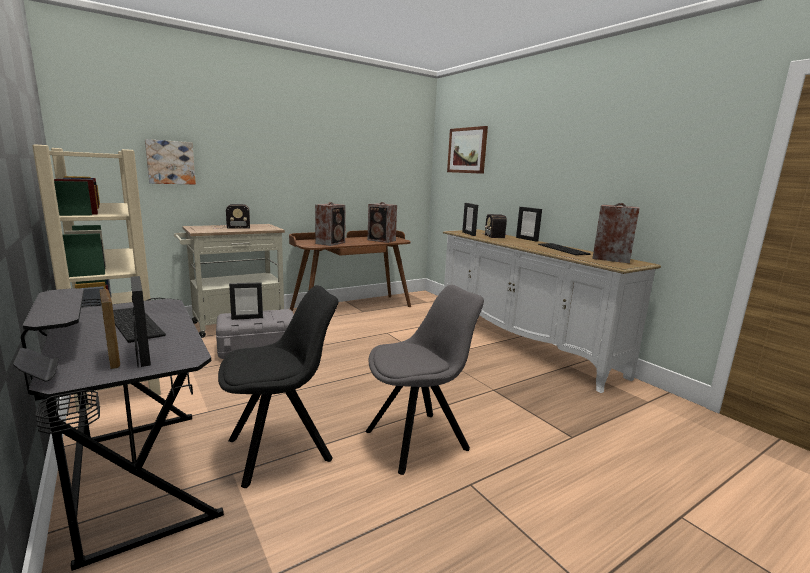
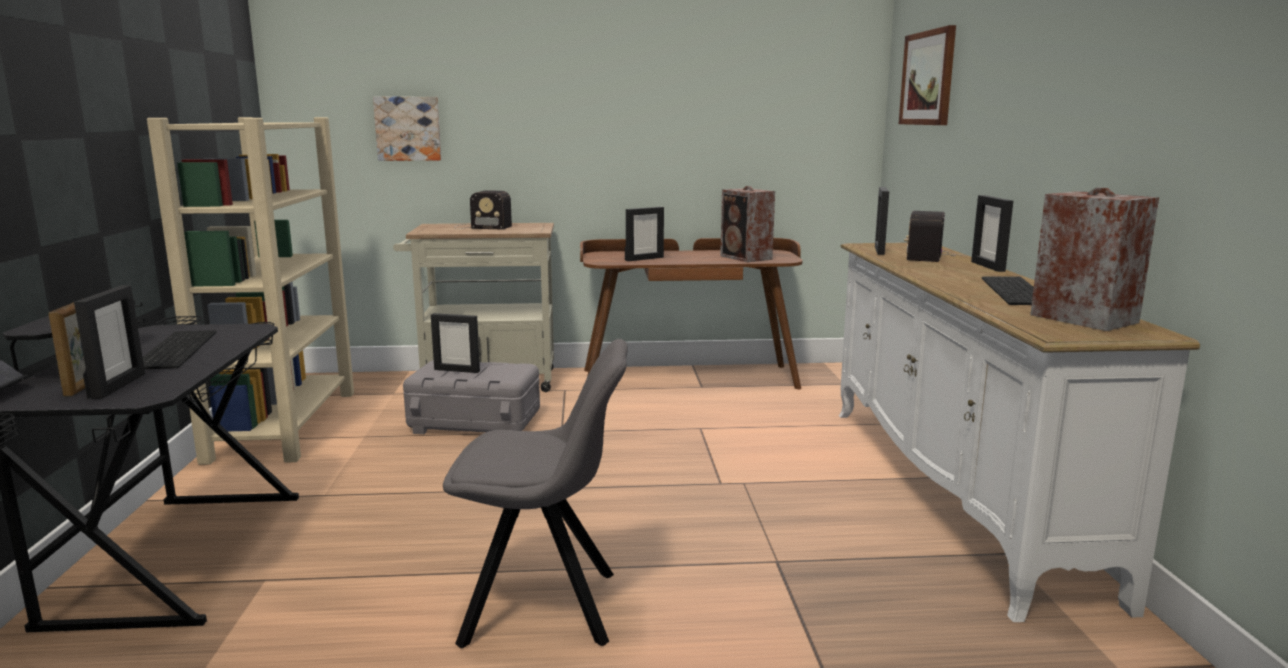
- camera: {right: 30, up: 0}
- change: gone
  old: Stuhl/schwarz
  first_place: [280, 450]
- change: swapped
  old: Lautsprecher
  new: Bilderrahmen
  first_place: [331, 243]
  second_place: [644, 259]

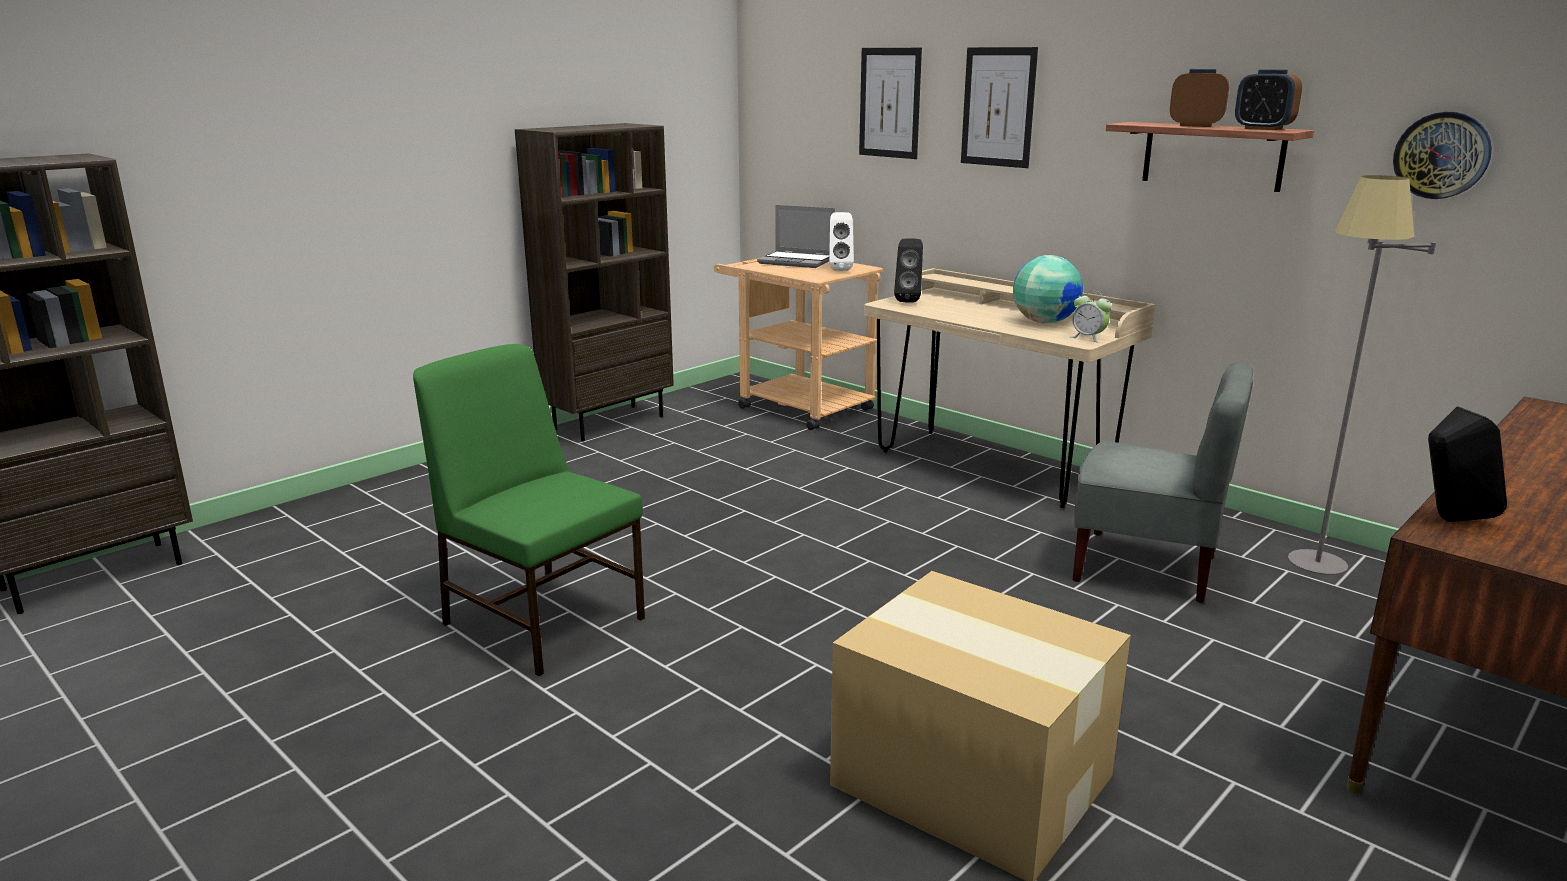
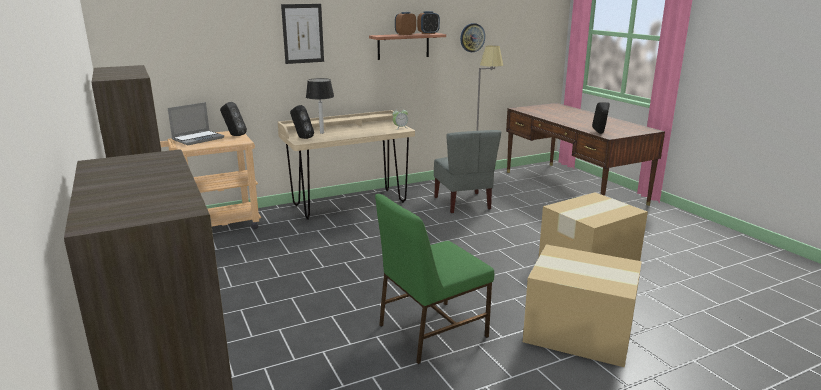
- camera: {right: -70, up: 0}
- change: repainted
  old: Lautsprecher/weiß
  new: Lautsprecher/schwarz
  first_place: [840, 270]
  second_place: [234, 135]
- change: gone
  old: Bild
  first_place: [890, 103]
- change: gone
  old: Globus
  first_place: [1044, 322]
- change: rotated
  old: Stuhl/grau
  first_place: [1146, 568]
  second_place: [463, 203]
  degrees: 120
- change: new
  new: Tischlampe
  second_place: [322, 133]
- change: new
  new: Karton
  second_place: [580, 333]

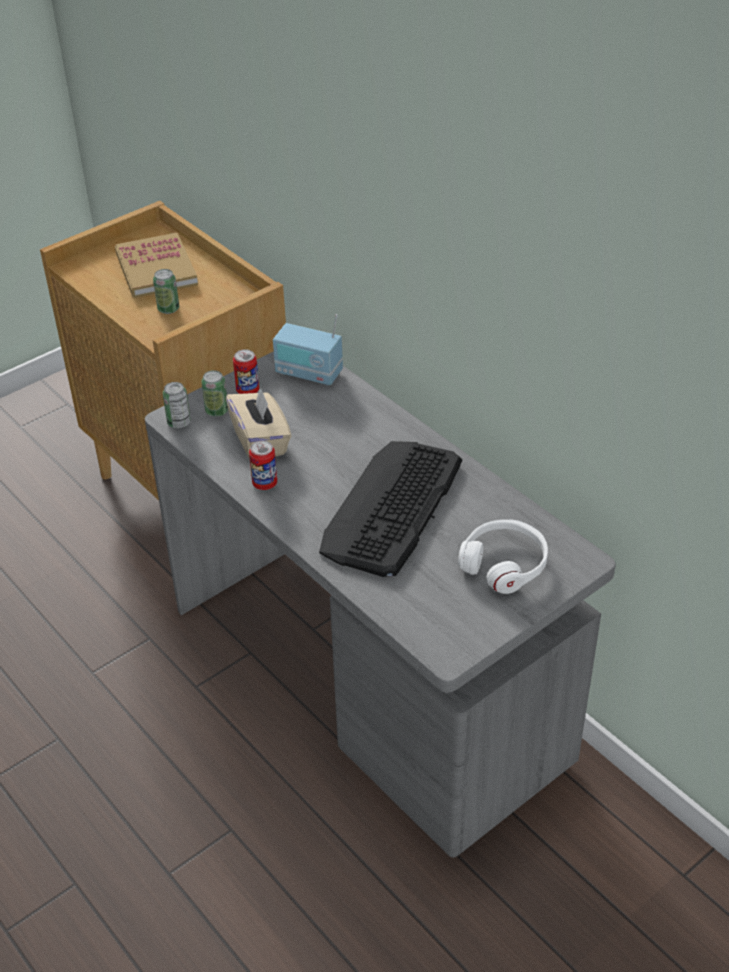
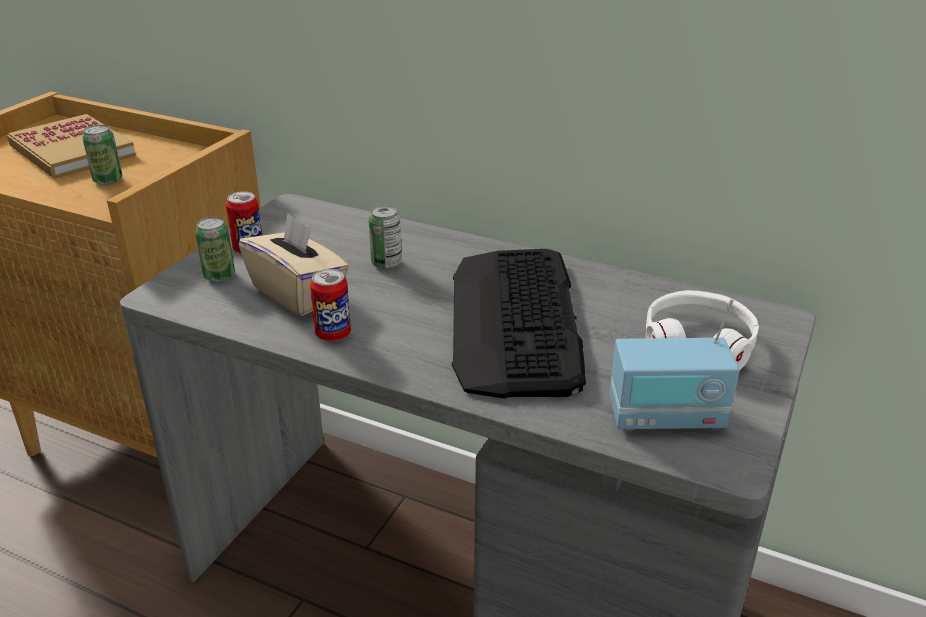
- camera: {right: -25, up: -10}
- change: shifted
  old: Dose
  first_place: [179, 423]
  second_place: [386, 263]
- change: shifted
  old: Radio
  first_place: [308, 373]
  second_place: [666, 417]

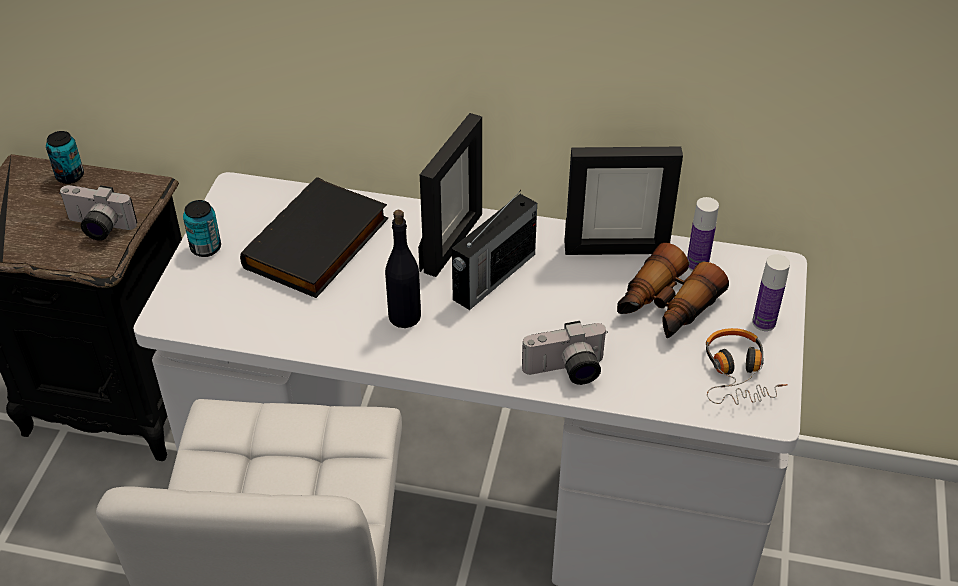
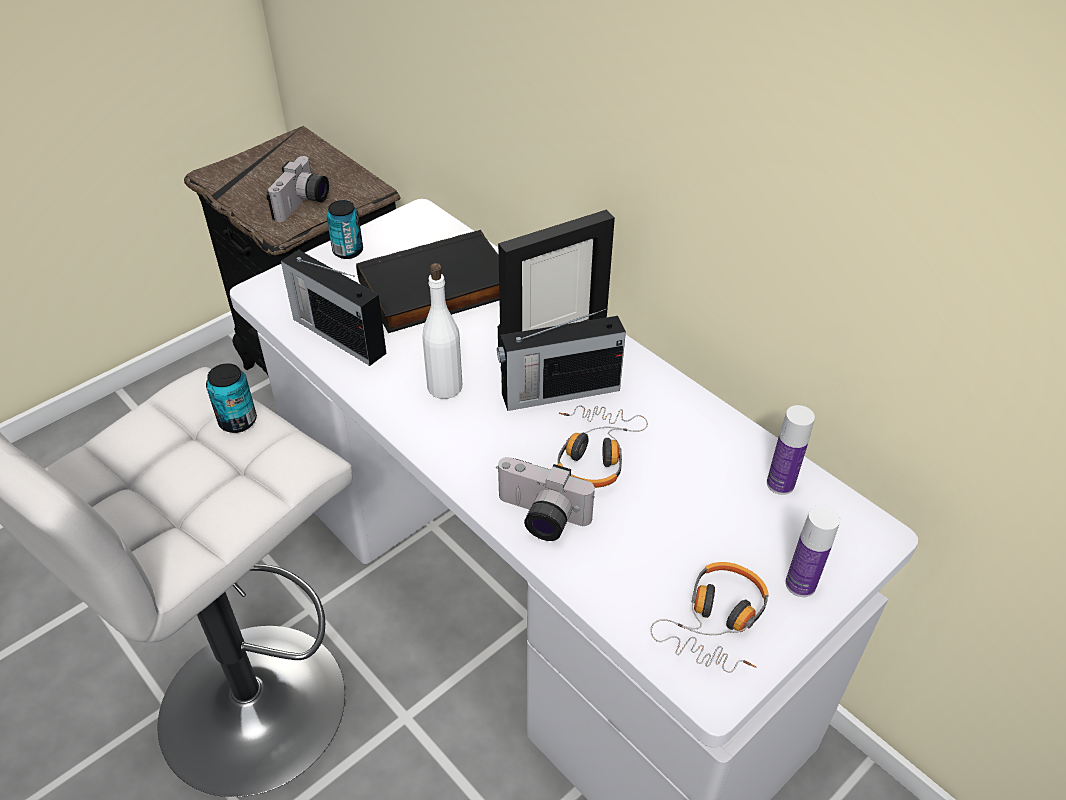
- camera: {right: 35, up: 0}
- change: shifted
  old: Dose
  first_place: [70, 176]
  second_place: [238, 421]
- change: rotated
  old: Kamera
  first_place: [98, 228]
  second_place: [303, 204]
  degrees: -120
- change: repainted
  old: Flasche/schwarz
  new: Flasche/weiß
  first_place: [404, 316]
  second_place: [445, 386]
- change: gone
  old: Bilderrahmen
  first_place: [616, 248]
- change: gone
  old: Fernglas
  first_place: [665, 307]
- change: new
  new: Radio
  second_place: [337, 334]
- change: new
  new: Kopfhörer
  second_place: [595, 453]

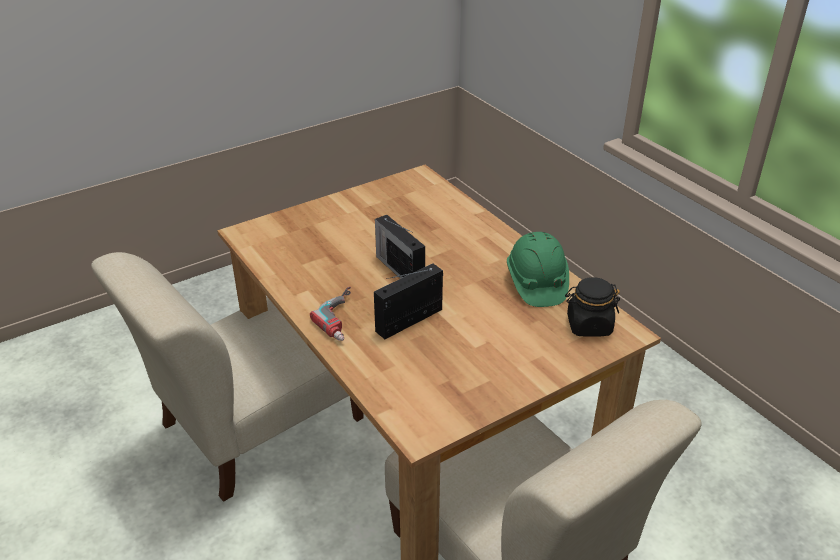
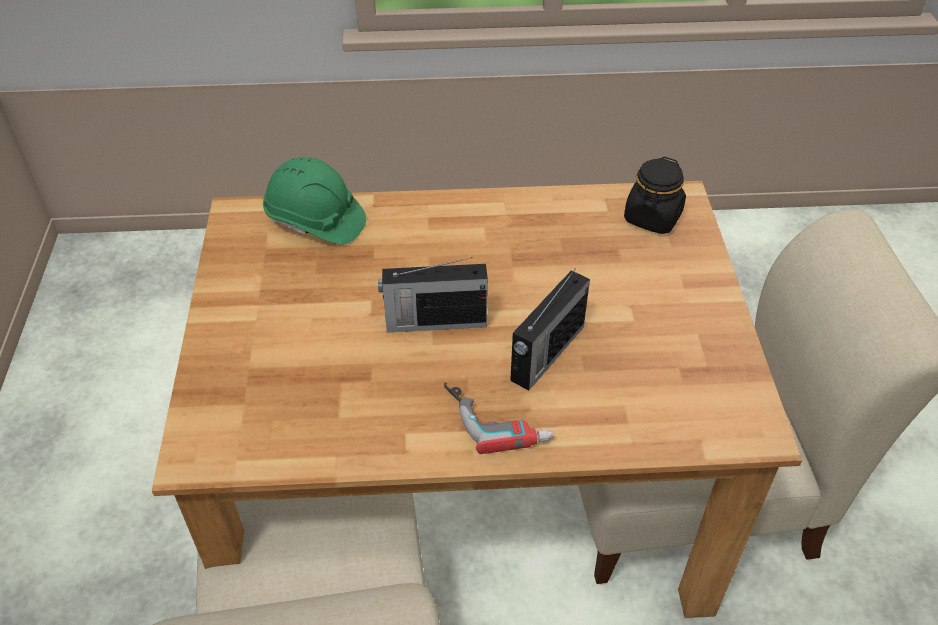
- camera: {right: -60, up: 10}
- change: rotated
  old: Radio
  first_place: [410, 320]
  second_place: [546, 354]
  degrees: -135
- change: shifted
  old: Schutzhelm/grün
  first_place: [536, 283]
  second_place: [315, 221]

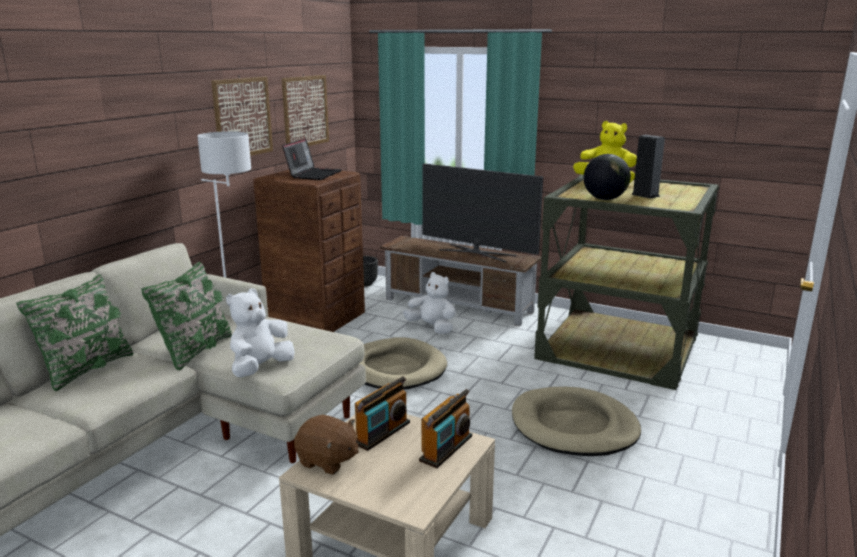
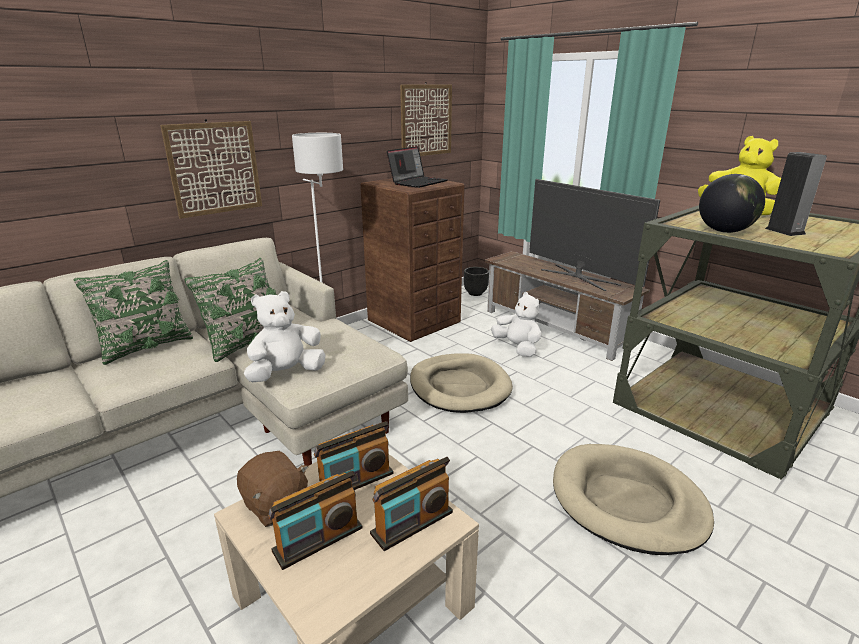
- camera: {right: 20, up: 5}
- change: shifted
  old: Bild
  first_place: [242, 116]
  second_place: [214, 167]
- change: new
  new: Radio
  second_place: [318, 539]

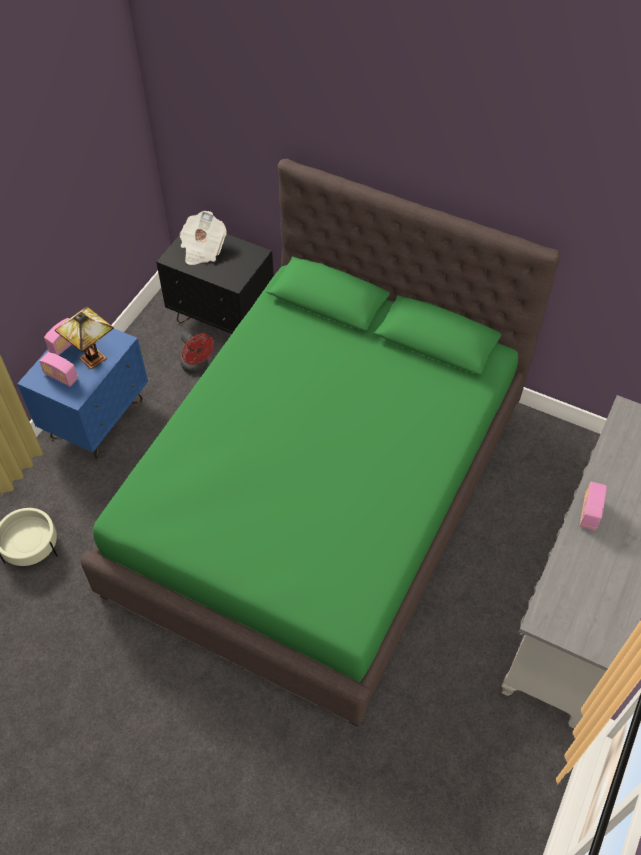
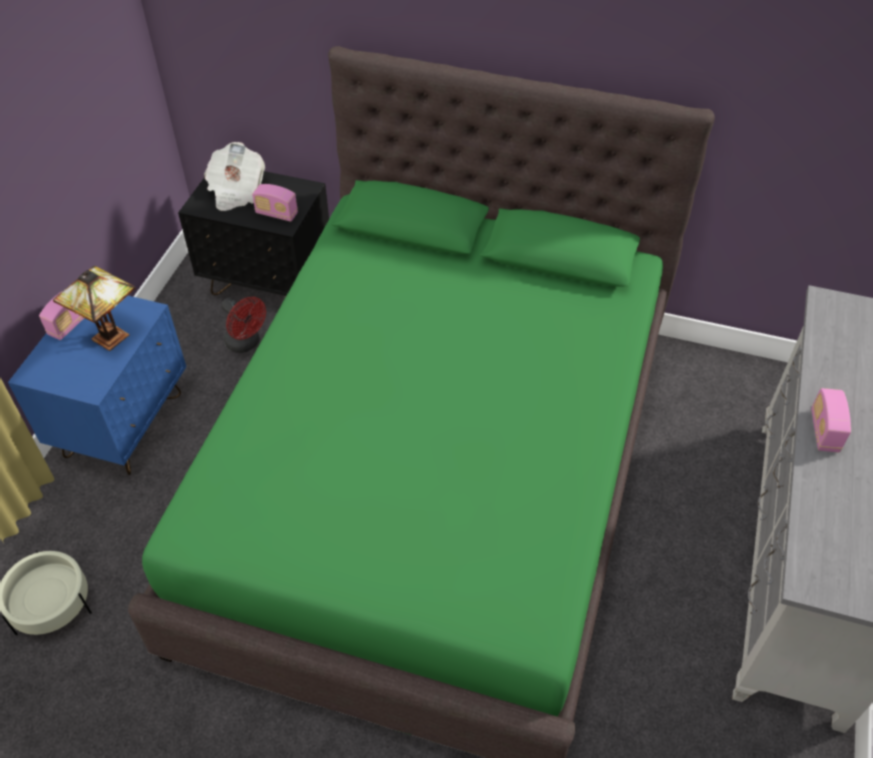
- camera: {right: -10, up: -5}
- change: shifted
  old: Radio
  first_place: [61, 376]
  second_place: [276, 214]

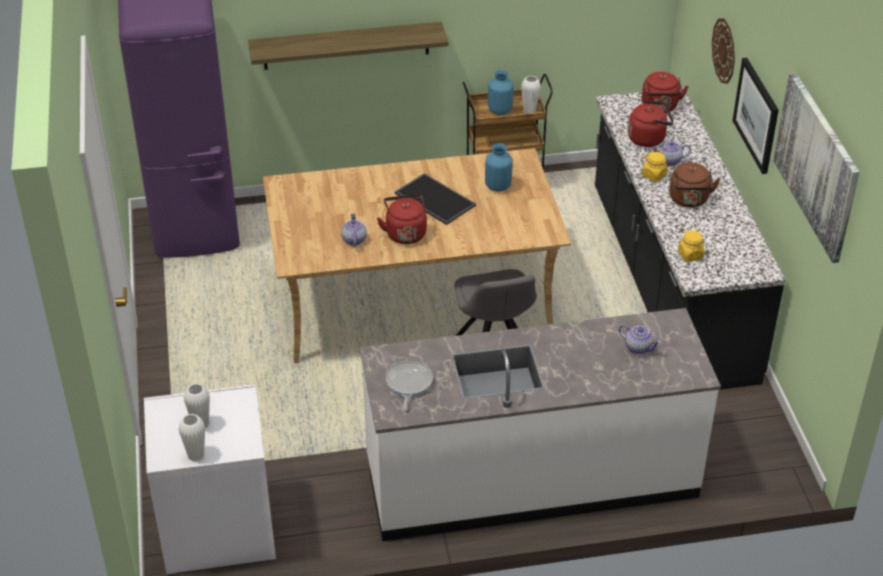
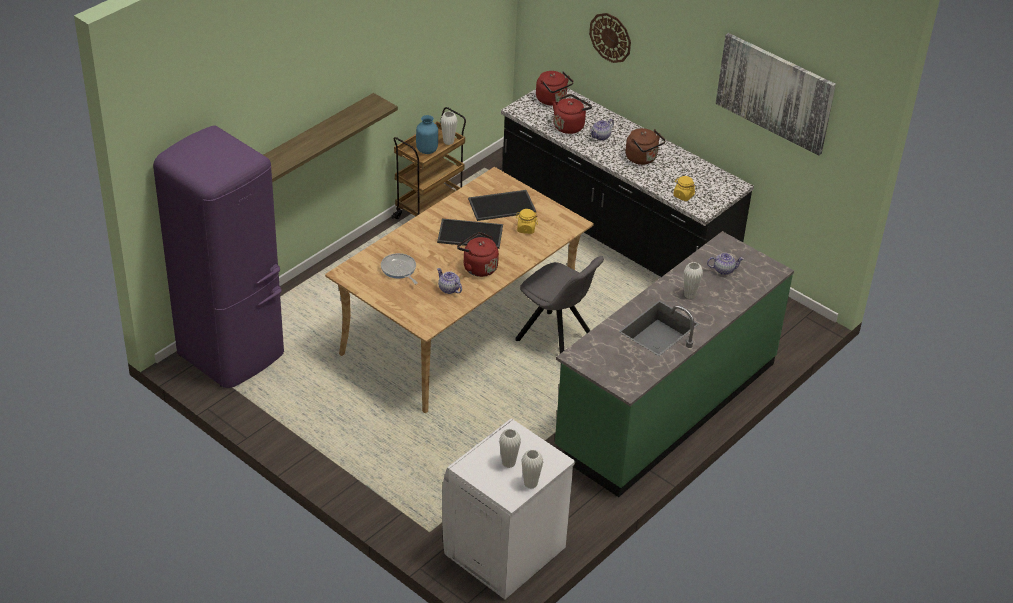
- camera: {right: -40, up: 0}
- change: repainted
  old: Küchenzeile/weiß
  new: Küchenzeile/grün
  first_place: [531, 478]
  second_place: [665, 406]
- change: shifted
  old: Pfanne
  first_place: [408, 384]
  second_place: [399, 270]
- change: swapped
  old: Vase/blau
  new: Tablett
  first_place: [498, 186]
  second_place: [502, 205]
- change: shifted
  old: Vorratsglas/gelb
  first_place: [653, 175]
  second_place: [526, 229]
- change: gone
  old: Bild
  first_place: [757, 115]
- change: new
  new: Vase/weiß
  second_place: [690, 295]

